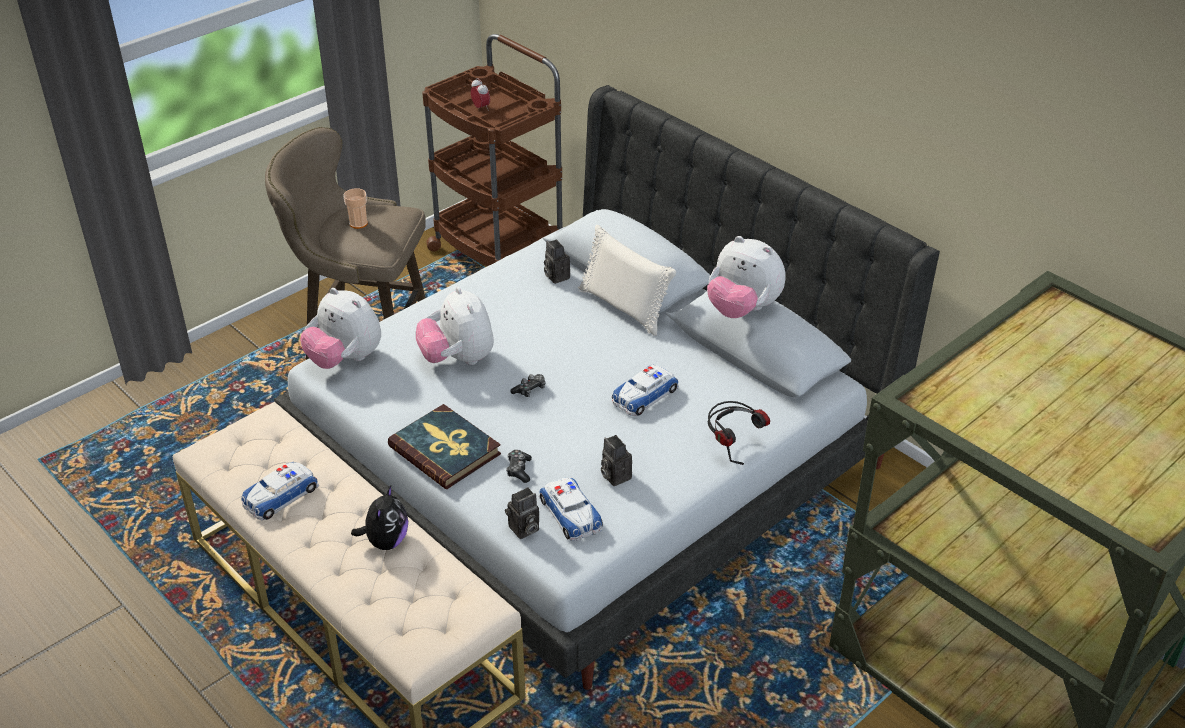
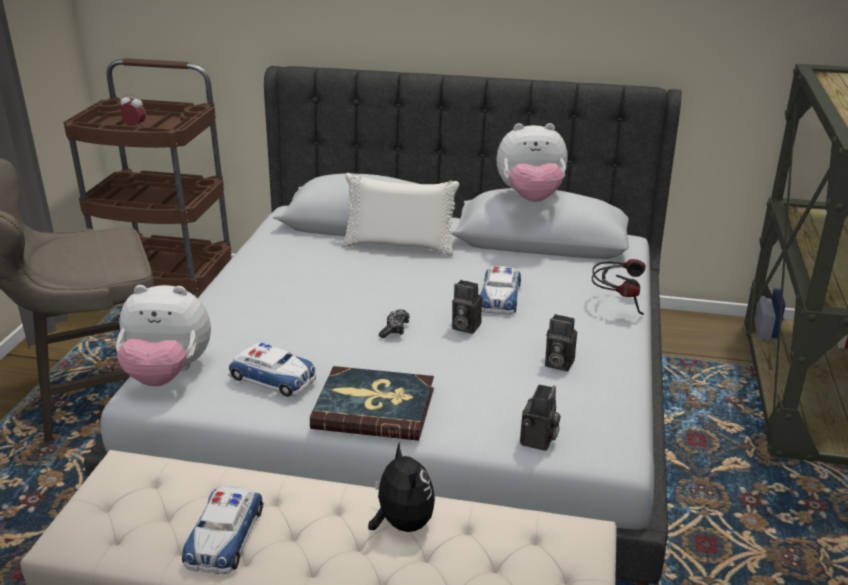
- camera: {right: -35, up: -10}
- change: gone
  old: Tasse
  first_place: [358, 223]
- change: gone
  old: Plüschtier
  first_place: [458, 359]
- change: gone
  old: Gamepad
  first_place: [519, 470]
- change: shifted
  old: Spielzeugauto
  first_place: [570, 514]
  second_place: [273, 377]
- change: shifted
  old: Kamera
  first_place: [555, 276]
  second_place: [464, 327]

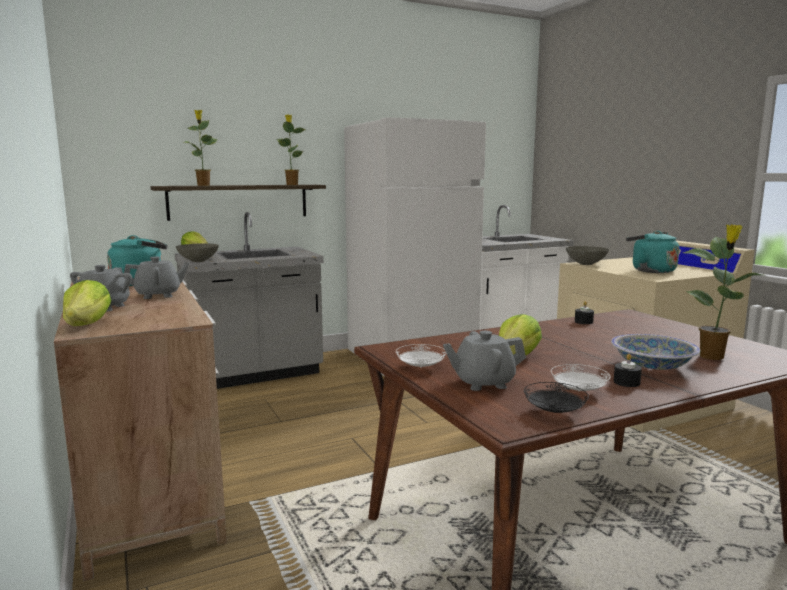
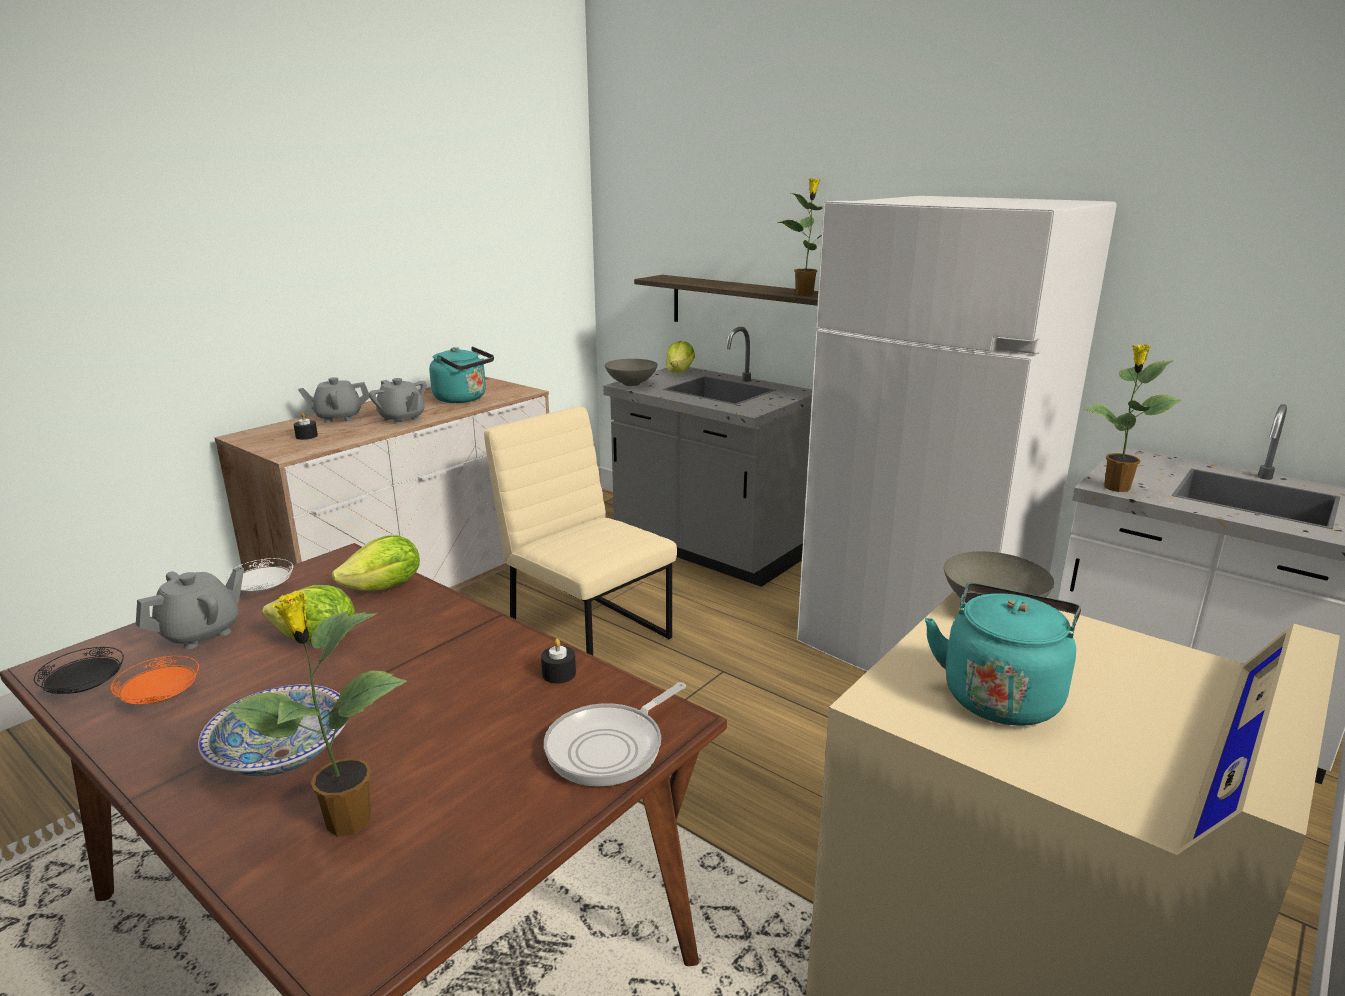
- camera: {right: 65, up: 10}
- change: shifted
  old: Salatkopf
  first_place: [87, 324]
  second_place: [385, 588]
- change: shifted
  old: Topfpflanze
  first_place: [203, 185]
  second_place: [1116, 488]
- change: rotated
  old: Teekanne/grau
  first_place: [483, 383]
  second_place: [201, 633]
  degrees: 75
- change: repainted
  old: Teller/weiß
  new: Teller/orange
  first_place: [578, 391]
  second_place: [161, 698]
- change: shifted
  old: Kerze/schwarz
  first_place: [626, 382]
  second_place: [306, 436]
- change: new
  new: Stuhl/beige
  second_place: [588, 631]
- change: new
  new: Pfanne
  second_place: [610, 747]

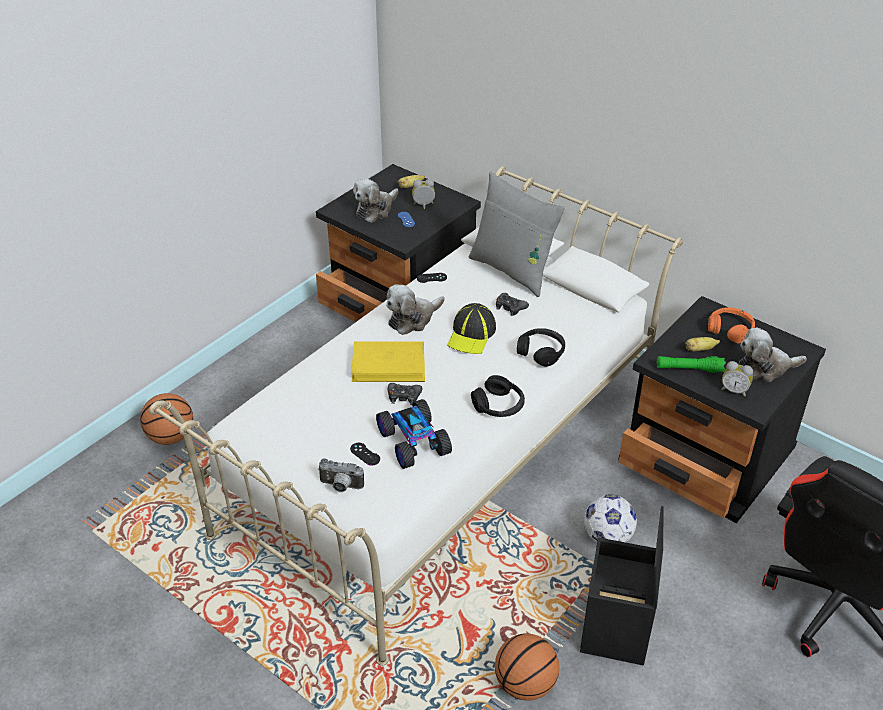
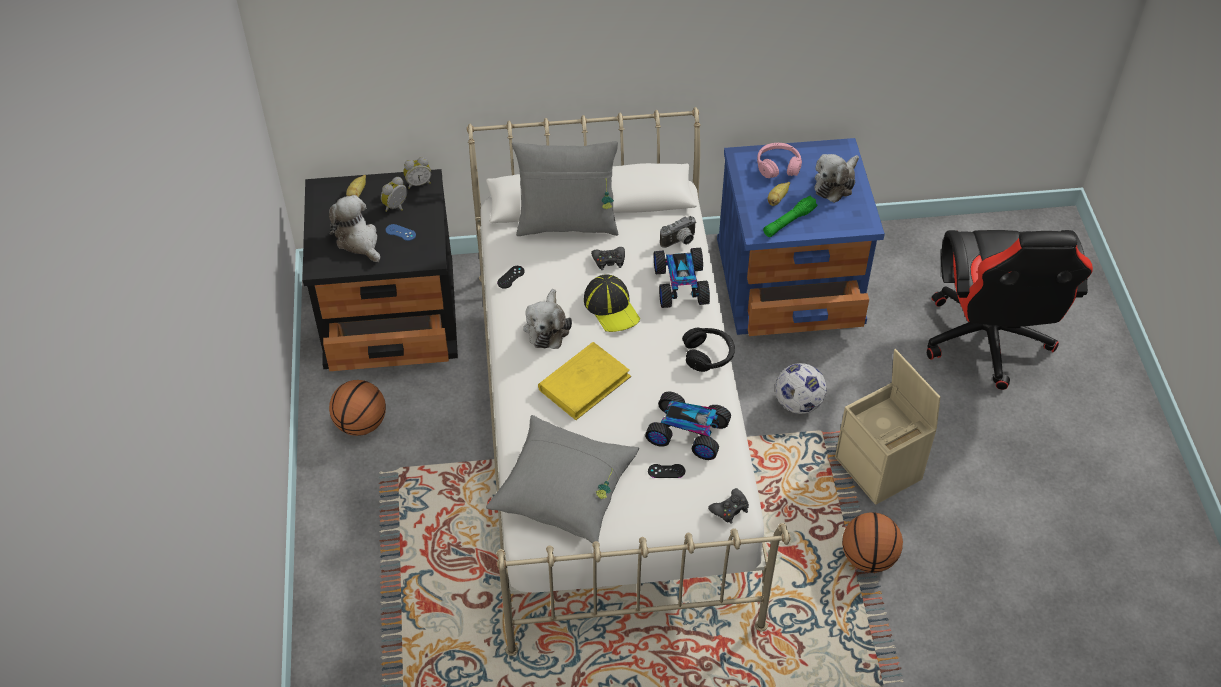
- camera: {right: -45, up: 10}
- change: shifted
  old: Basketball
  first_place: [171, 437]
  second_place: [361, 424]
- change: shifted
  old: Kamera
  first_place: [340, 486]
  second_place: [680, 242]
- change: rotated
  old: Plüschtier
  first_place: [375, 210]
  second_place: [358, 241]
  degrees: 150
- change: shifted
  old: Gamepad/schwarz
  first_place: [404, 396]
  second_place: [730, 509]
- change: swapped
  old: Kopfhörer/schwarz
  new: Spielzeugauto
  first_place: [541, 352]
  second_place: [681, 285]
- change: repainted
  old: Aufbewahrungsbox/schwarz
  new: Aufbewahrungsbox/beige
  first_place: [617, 630]
  second_place: [880, 469]
- change: repainted
  old: Nachttisch/schwarz
  new: Nachttisch/blau
  first_place: [705, 459]
  second_place: [793, 287]
- change: repainted
  old: Kopfhörer/orange
  new: Kopfhörer/rosa
  first_place: [730, 330]
  second_place: [778, 166]
- change: shifted
  old: Wecker
  first_place: [734, 390]
  second_place: [418, 183]
- change: new
  new: Kissen/grau
  second_place: [563, 491]

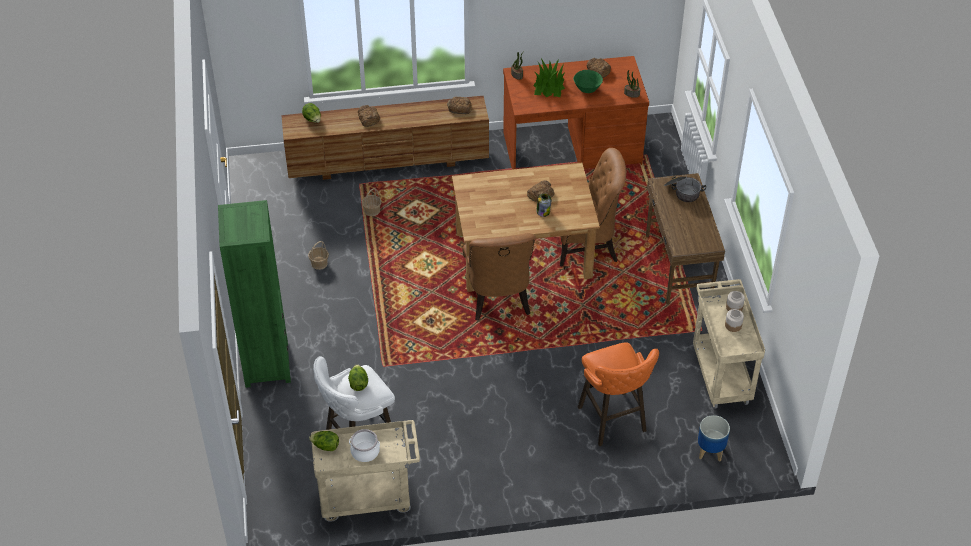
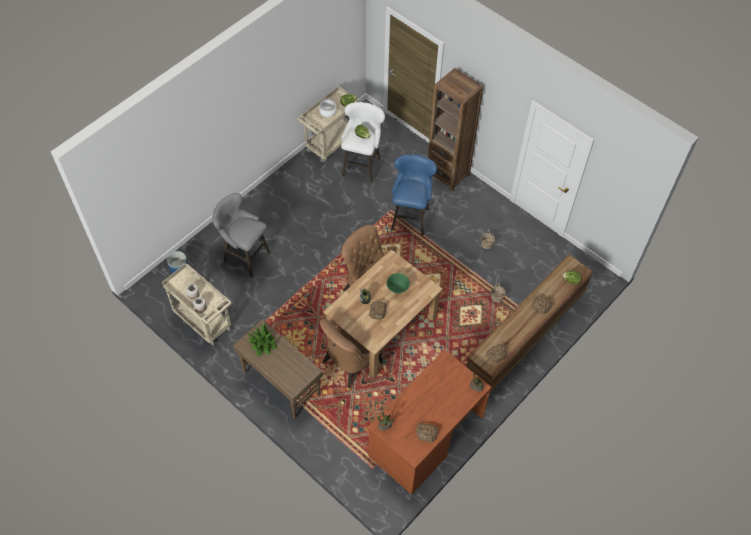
- camera: {right: 140, up: 10}
- change: repainted
  old: Bücherregal/grün
  new: Bücherregal/braun
  first_place: [266, 364]
  second_place: [448, 174]
- change: shifted
  old: Topfpflanze
  first_place: [549, 86]
  second_place: [263, 343]
- change: shifted
  old: Schüssel/grün
  first_place: [587, 89]
  second_place: [397, 288]
- change: repainted
  old: Hocker/orange
  new: Hocker/grau
  first_place: [613, 421]
  second_place: [245, 257]
- change: gone
  old: Kochtopf
  first_place: [682, 192]
- change: new
  new: Hocker/blau
  second_place: [410, 217]

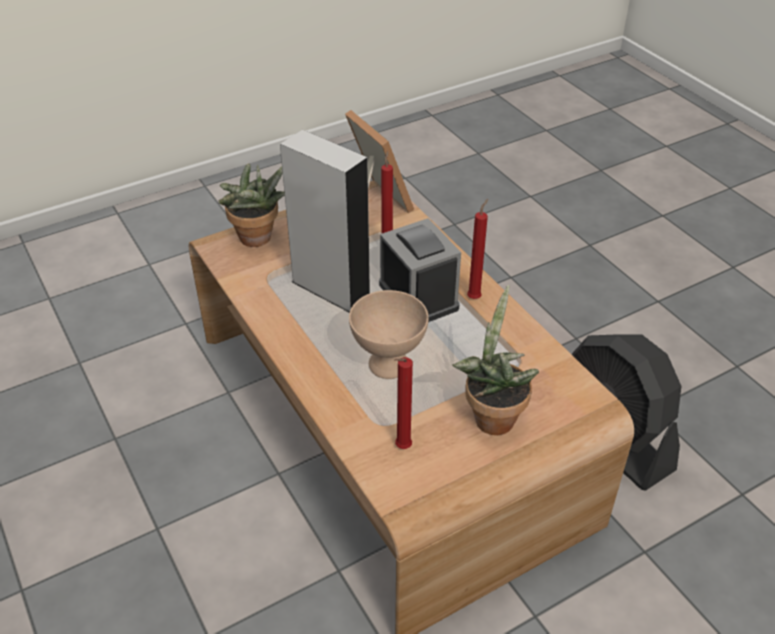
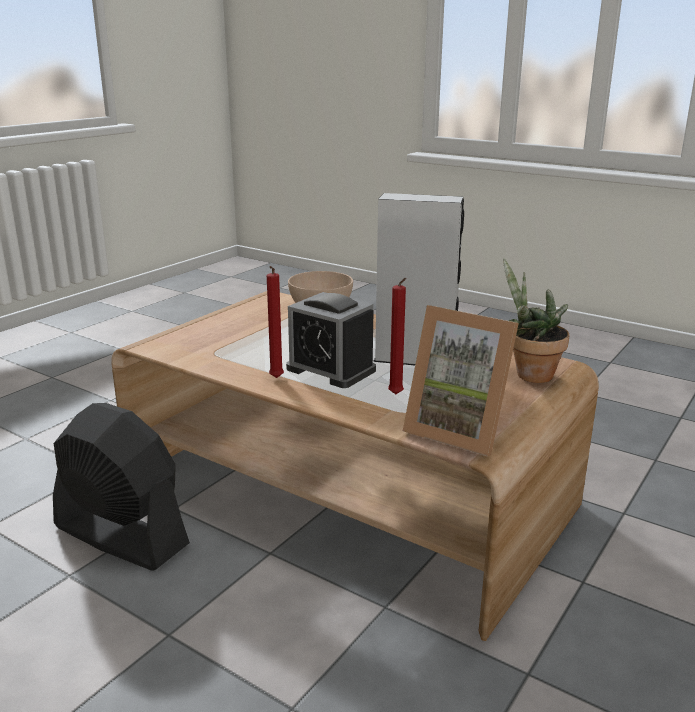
- camera: {right: 155, up: -20}
- change: gone
  old: Kerze/rot
  first_place: [401, 448]
- change: gone
  old: Topfpflanze
  first_place: [491, 415]

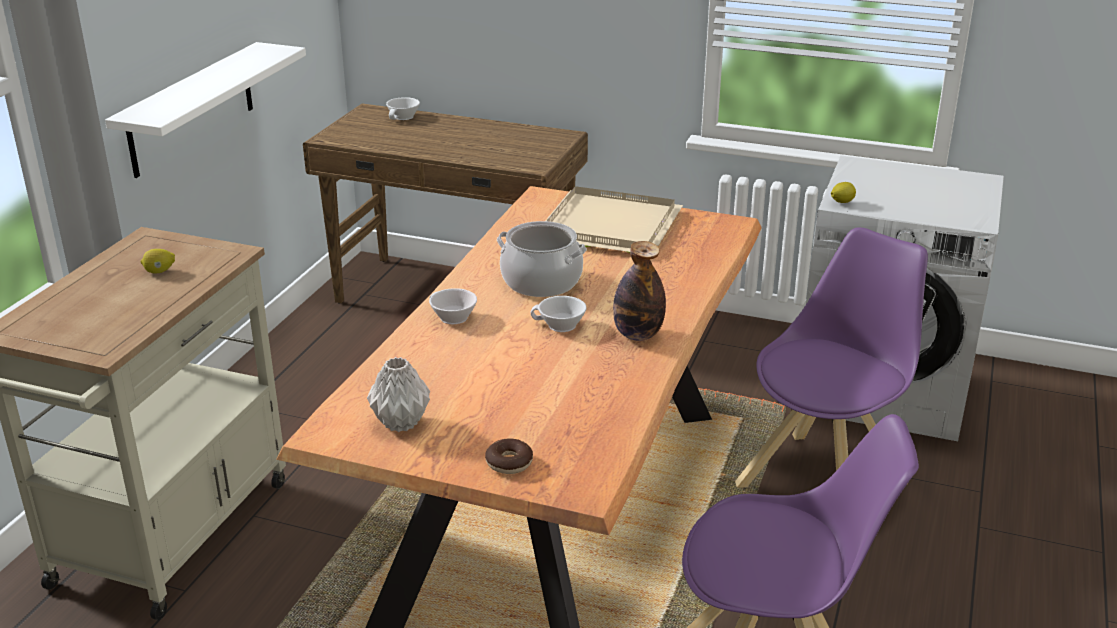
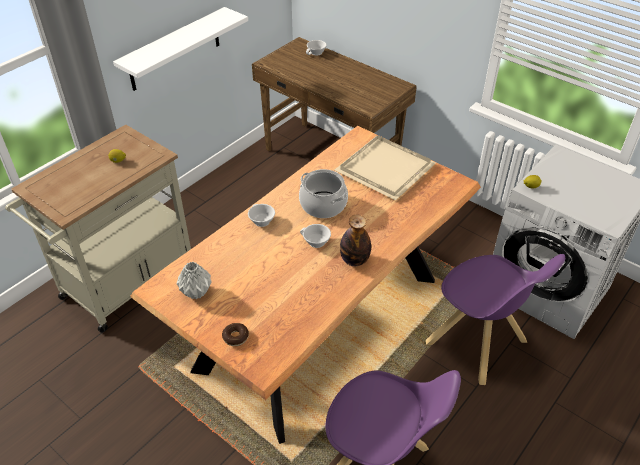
- camera: {right: 20, up: 15}
- change: rotated
  old: Stuhl/lila
  first_place: [824, 481]
  second_place: [478, 344]
  degrees: 75

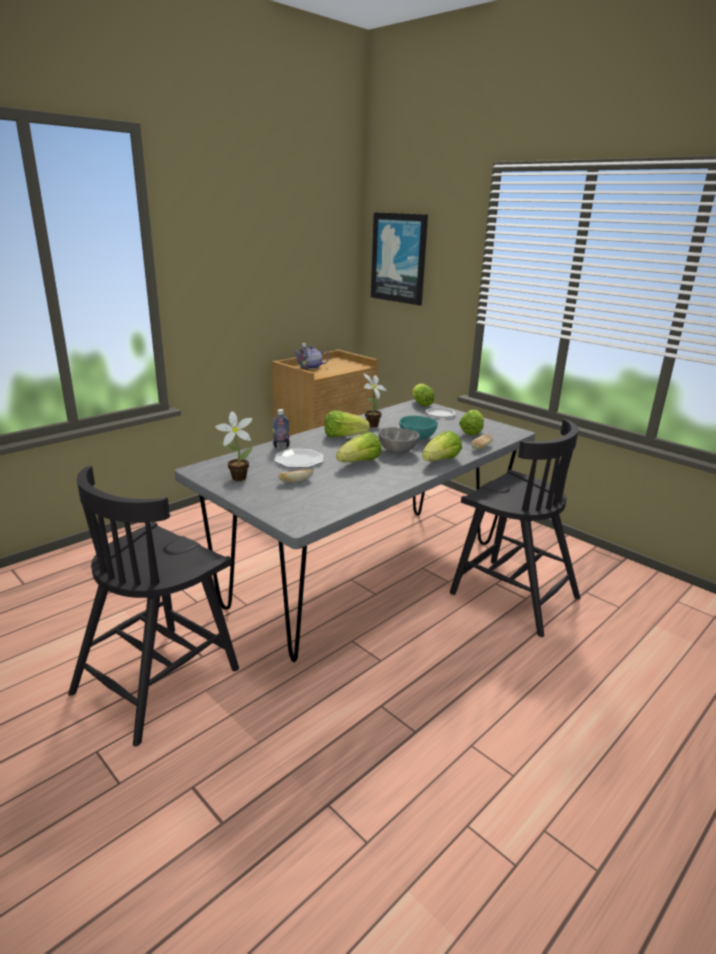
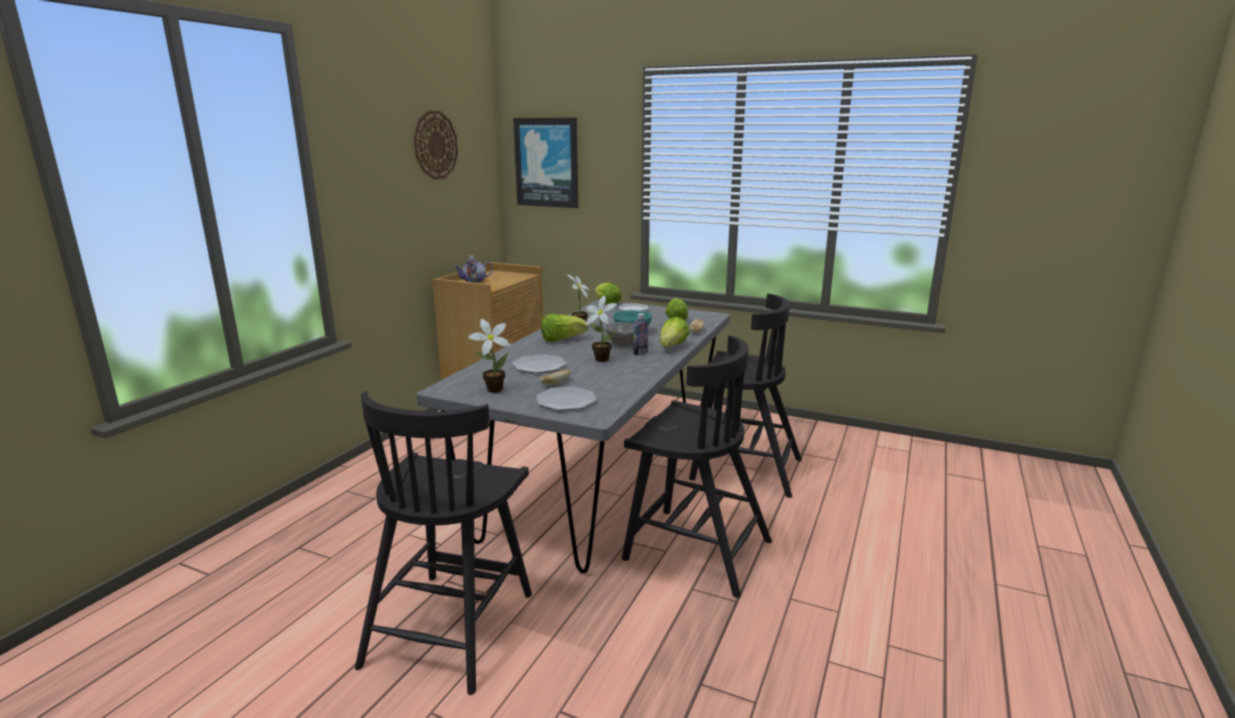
- camera: {right: -20, up: -5}
- change: shifted
  old: Flasche
  first_place: [281, 447]
  second_place: [640, 353]
- change: swapped
  old: Salatkopf
  new: Topfpflanze
  first_place: [360, 462]
  second_place: [600, 359]
- change: new
  new: Wanduhr
  second_place: [435, 145]
- change: new
  new: Teller
  second_place: [566, 400]
- change: new
  new: Stuhl/schwarz
  second_place: [694, 549]

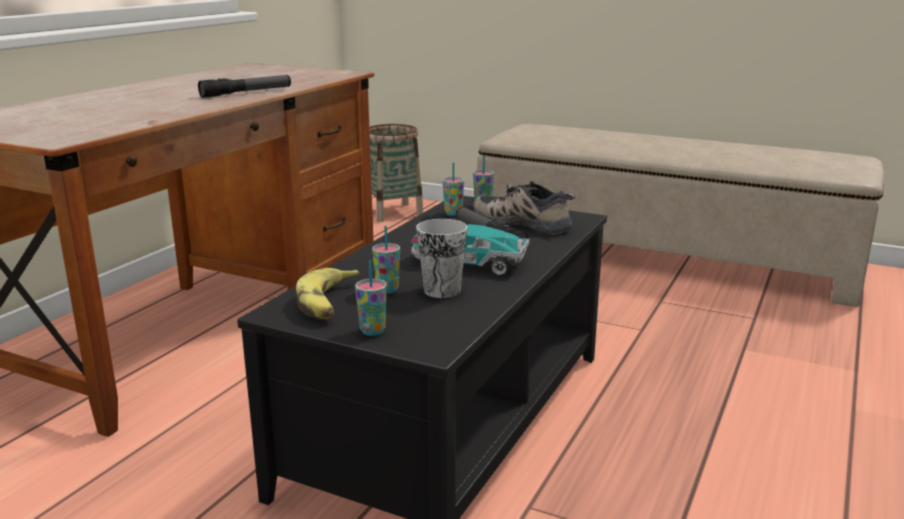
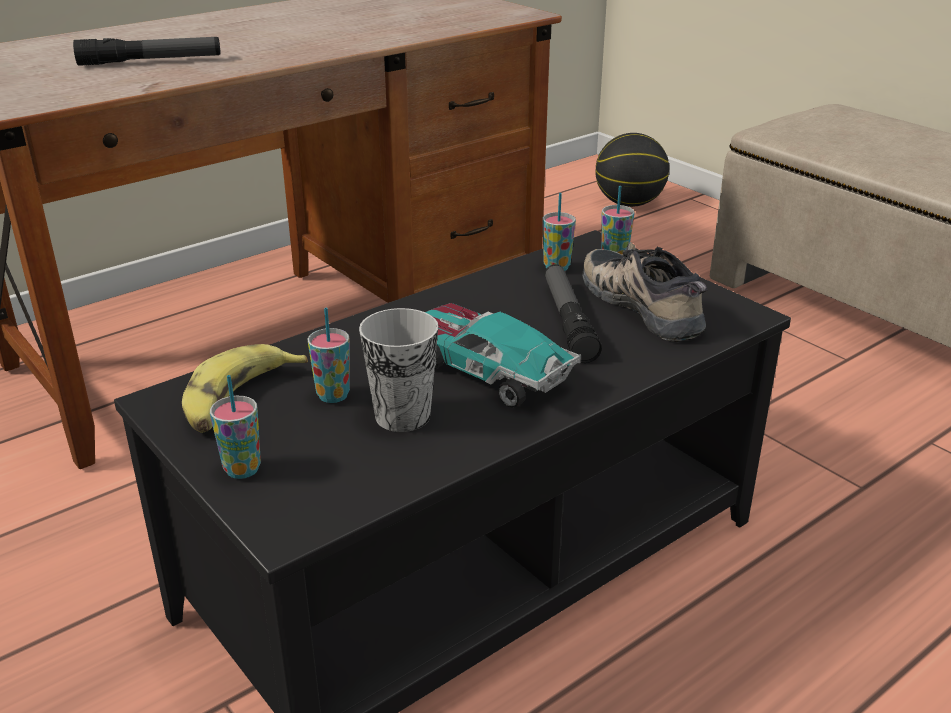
- camera: {right: 25, up: 10}
- change: shifted
  old: Taschenlampe
  first_place: [247, 93]
  second_place: [150, 61]
- change: swapped
  old: Korb
  new: Basketball
  first_place: [393, 212]
  second_place: [629, 204]

